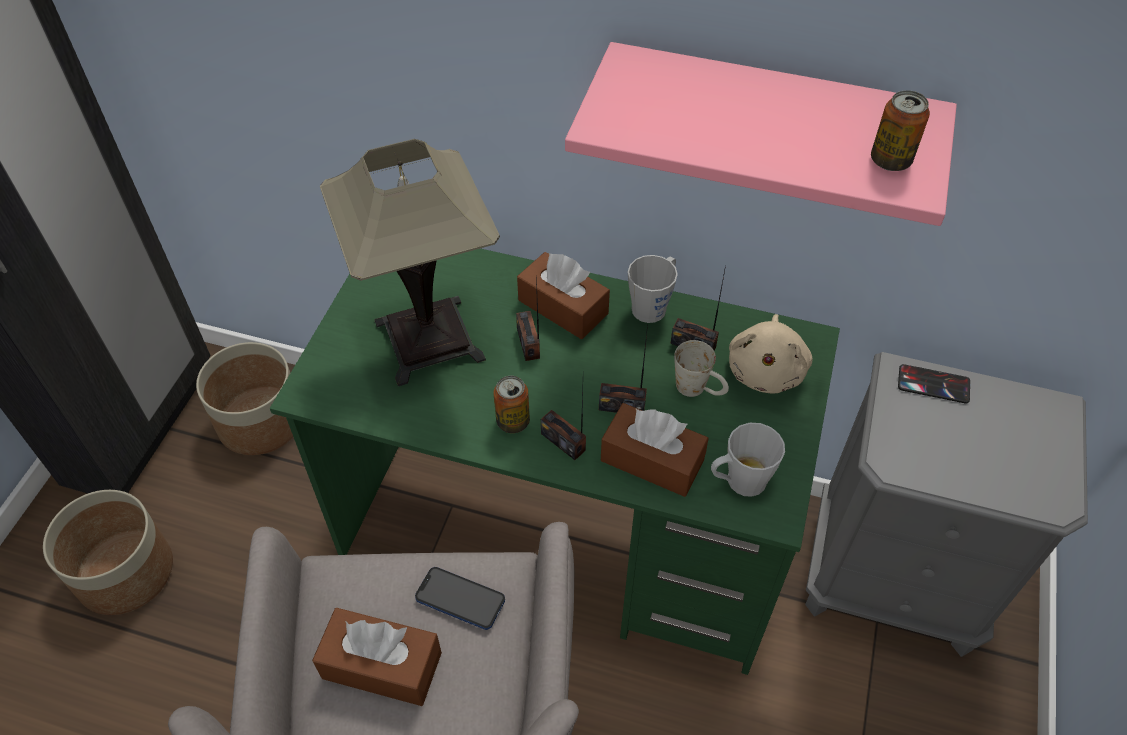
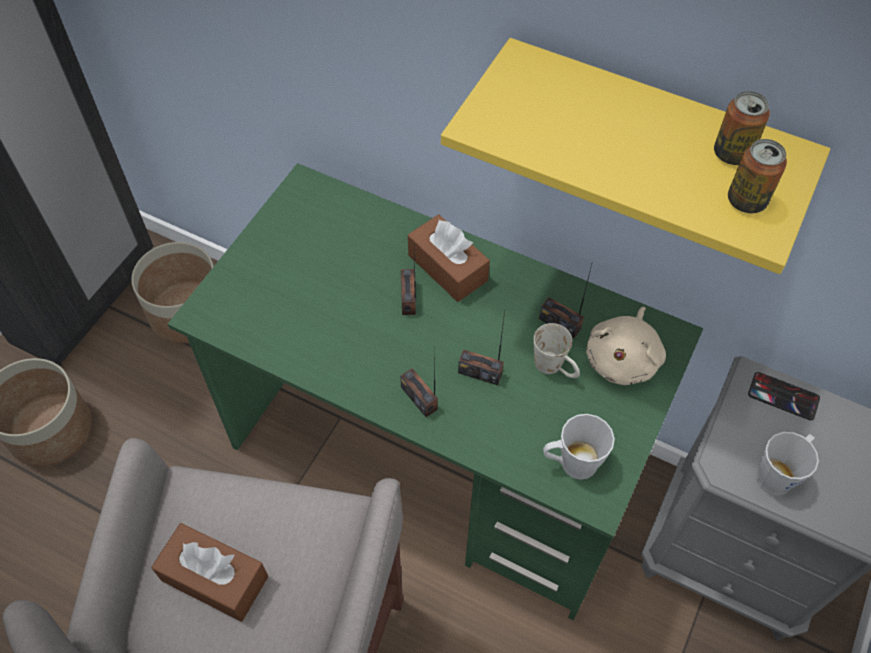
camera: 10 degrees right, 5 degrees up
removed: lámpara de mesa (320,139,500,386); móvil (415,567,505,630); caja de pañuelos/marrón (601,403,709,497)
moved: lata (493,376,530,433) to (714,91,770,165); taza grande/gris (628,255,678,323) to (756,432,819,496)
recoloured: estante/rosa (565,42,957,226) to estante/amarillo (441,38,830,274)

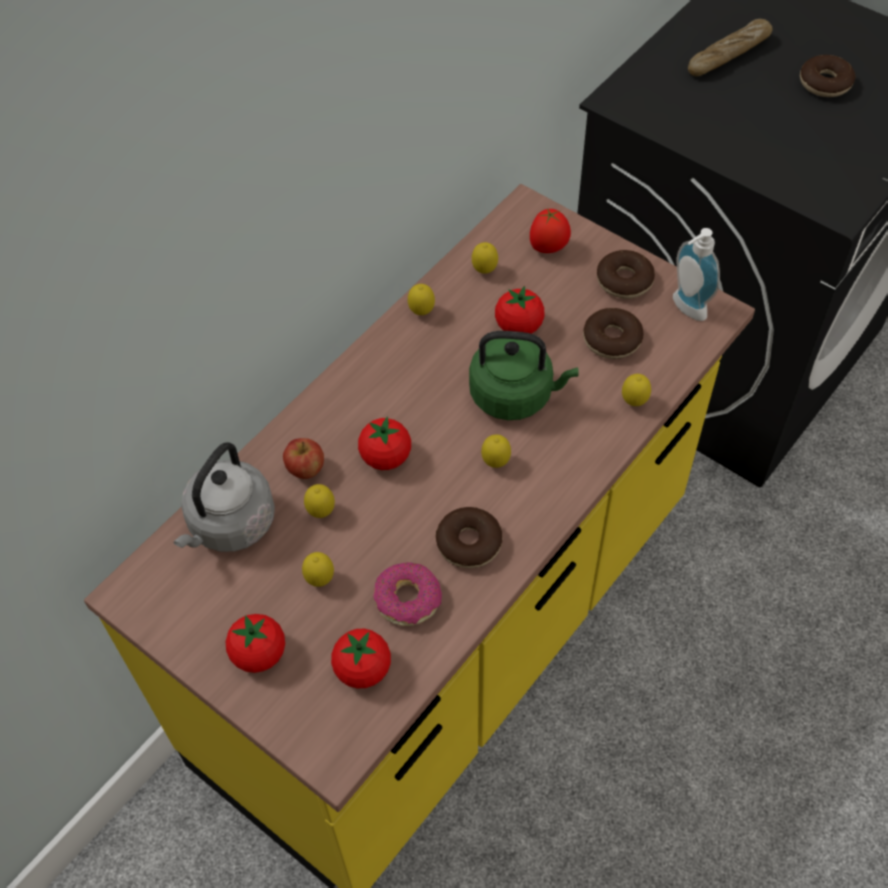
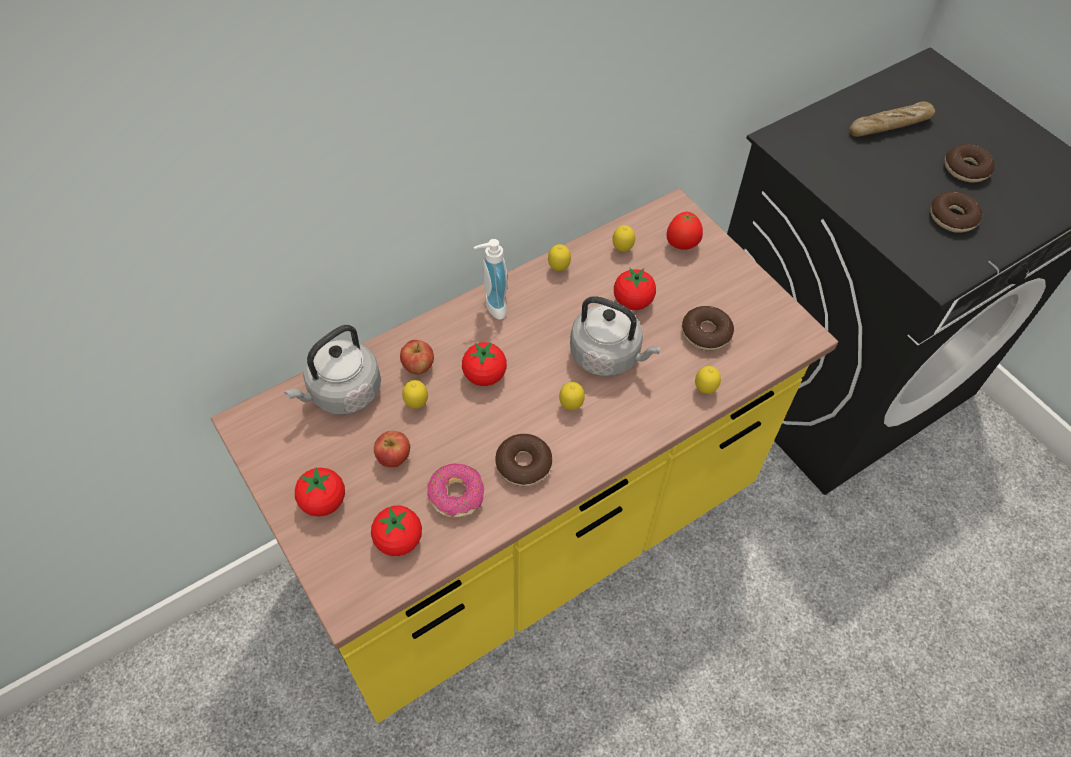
camera: 15 degrees right, 0 degrees up
moved: rosquilla (597,250,655,299) to (930,192,982,233); dispensador de jabón (673,228,720,321) to (474,239,507,319)
replaced: limón (302,552,334,587) to manzana (374,431,410,467)
recoloured: hervidor/verde (469,331,579,420) to hervidor/gris (570,296,661,377)

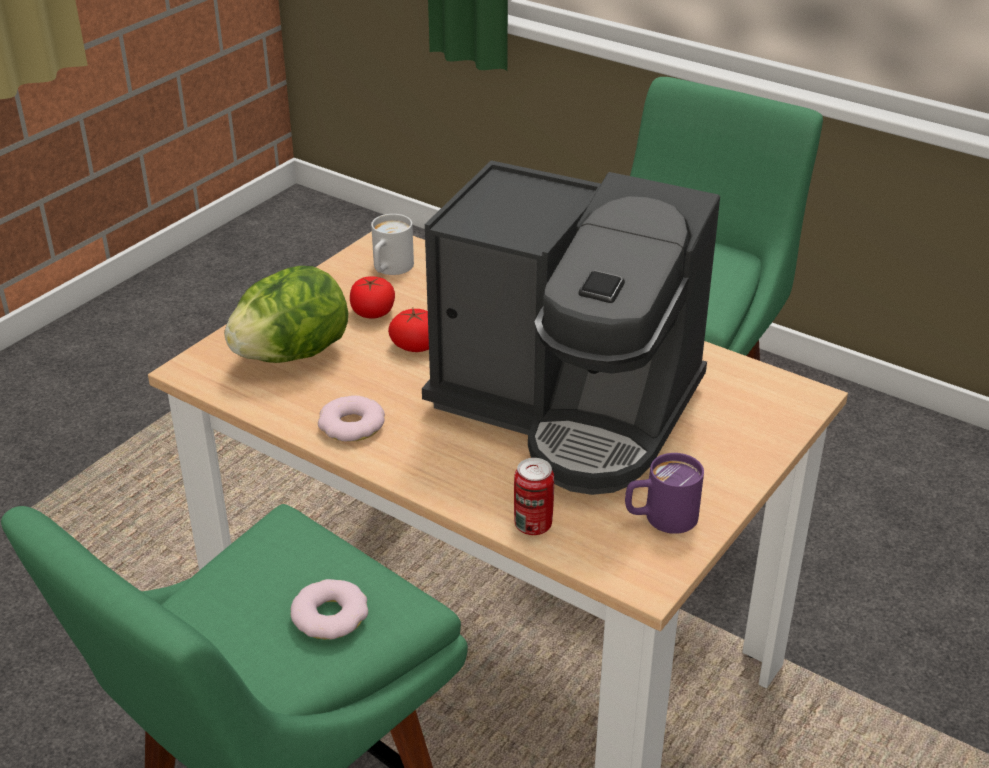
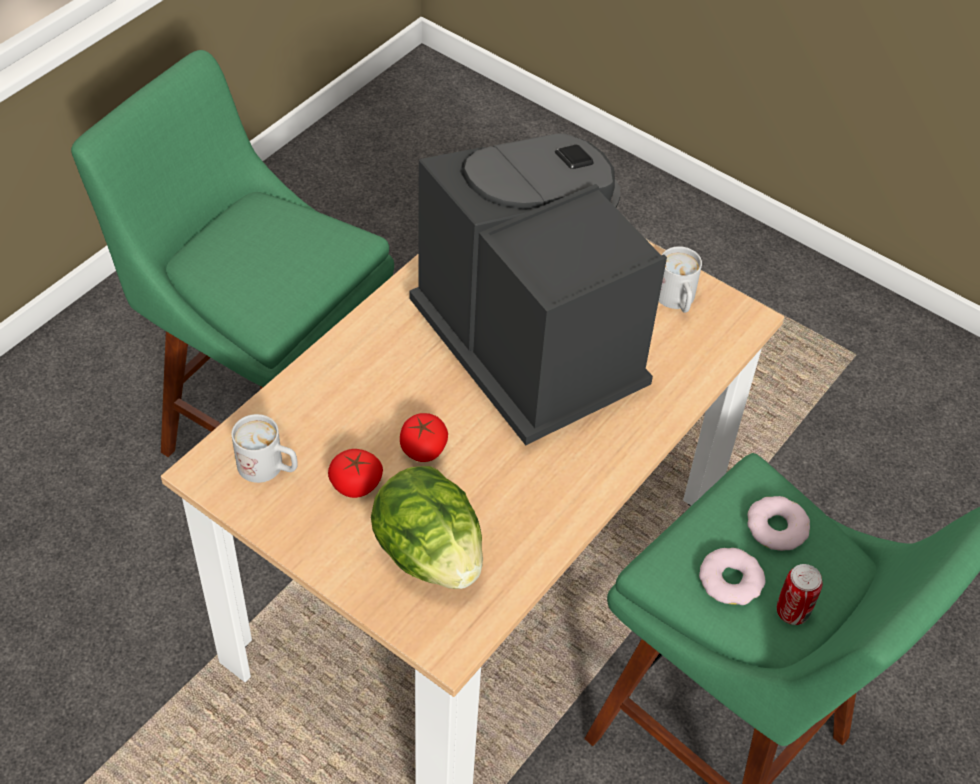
camera: 90 degrees left, 15 degrees up
moved: rosquilla (318,395,385,442) to (699,548,765,605); lata (514,458,554,535) to (777,564,822,625)
recoloured: taza grande/morado (625,453,704,534) to taza grande/blanco (659,246,702,313)
turned: cafetera (422,160,720,495) = (409,133,667,445) 60 degrees counterclockwise

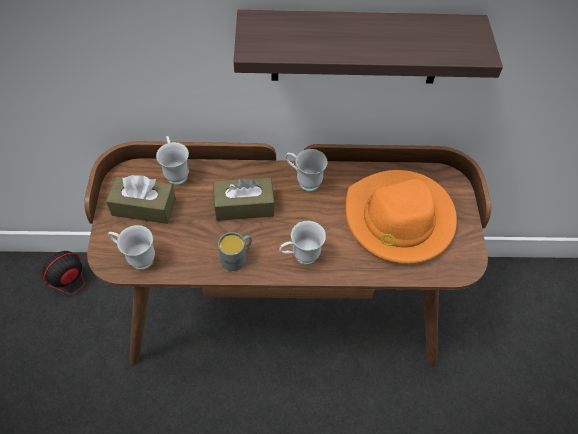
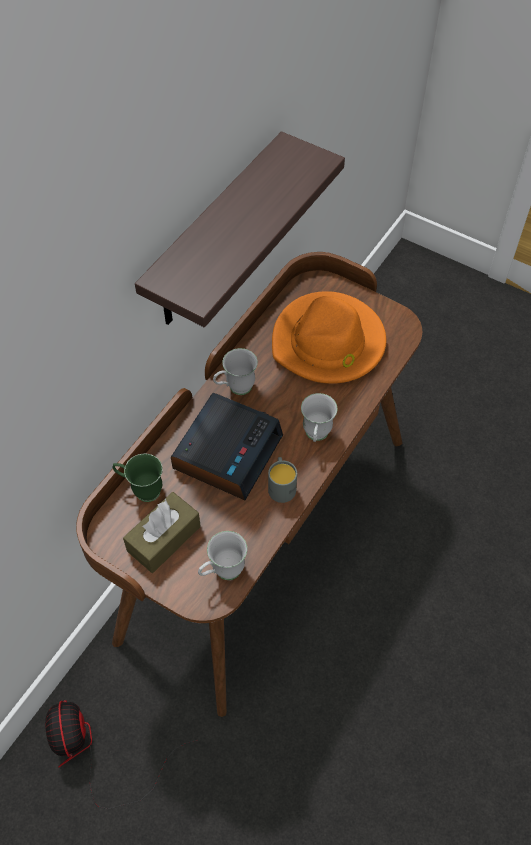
camera: 55 degrees left, 0 degrees up
replaced: caja de pañuelos/marrón (213,177,274,221) to despertador (171,393,283,500)
recoloured: taza grande/blanco (156,136,189,185) to taza grande/verde (113,454,163,502)

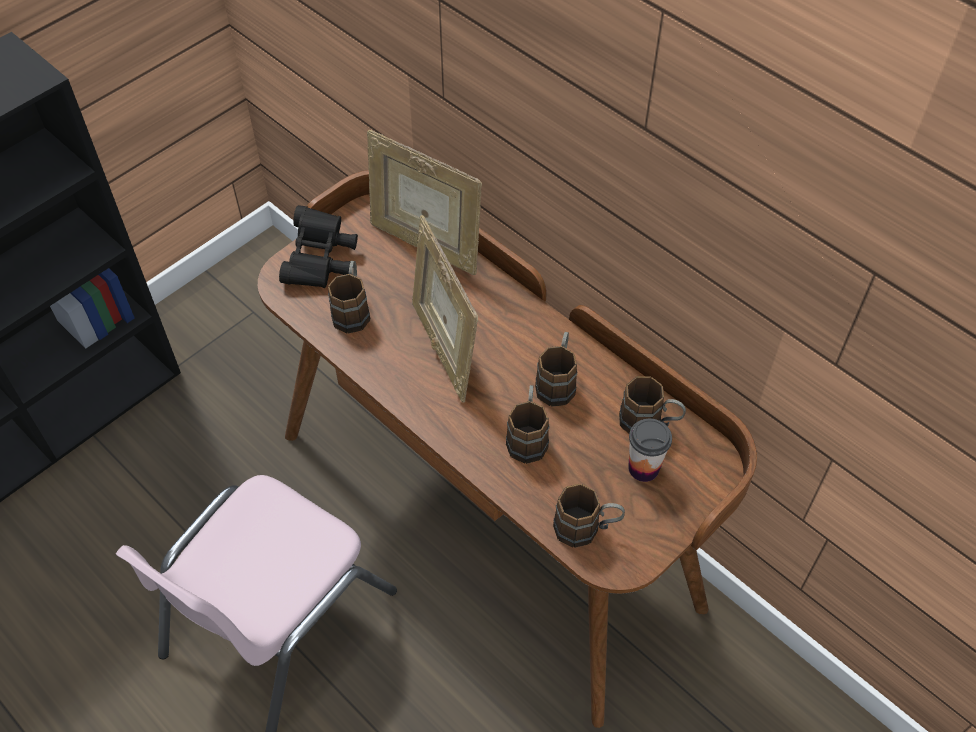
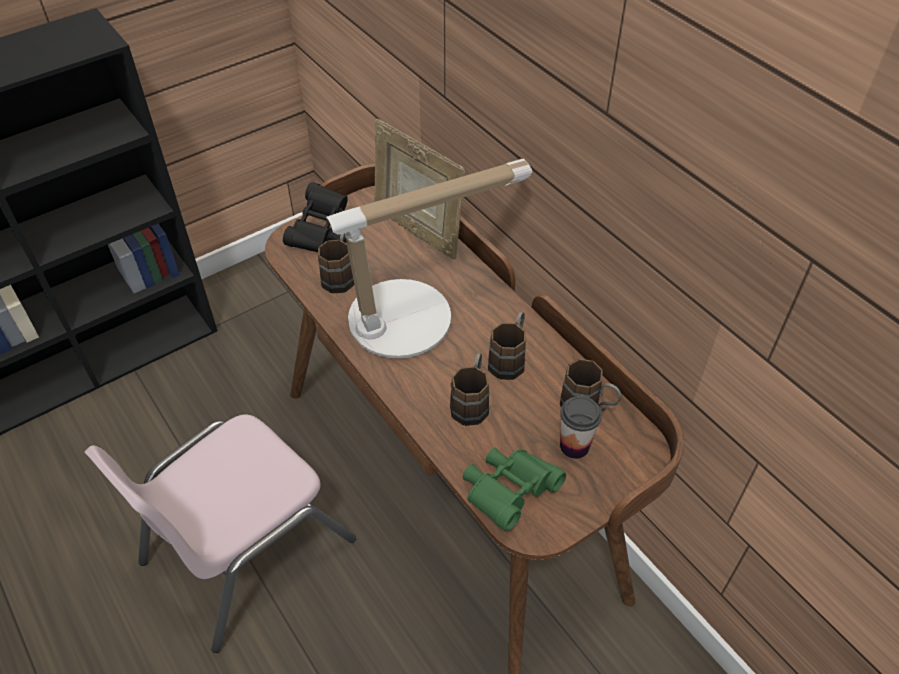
camera: 10 degrees right, 5 degrees down
replaced: portarretratos (412,215,478,403) to lámpara de mesa (326,158,532,358); taza grande/marrón (553,484,625,548) to prismáticos/verde (463,448,566,531)

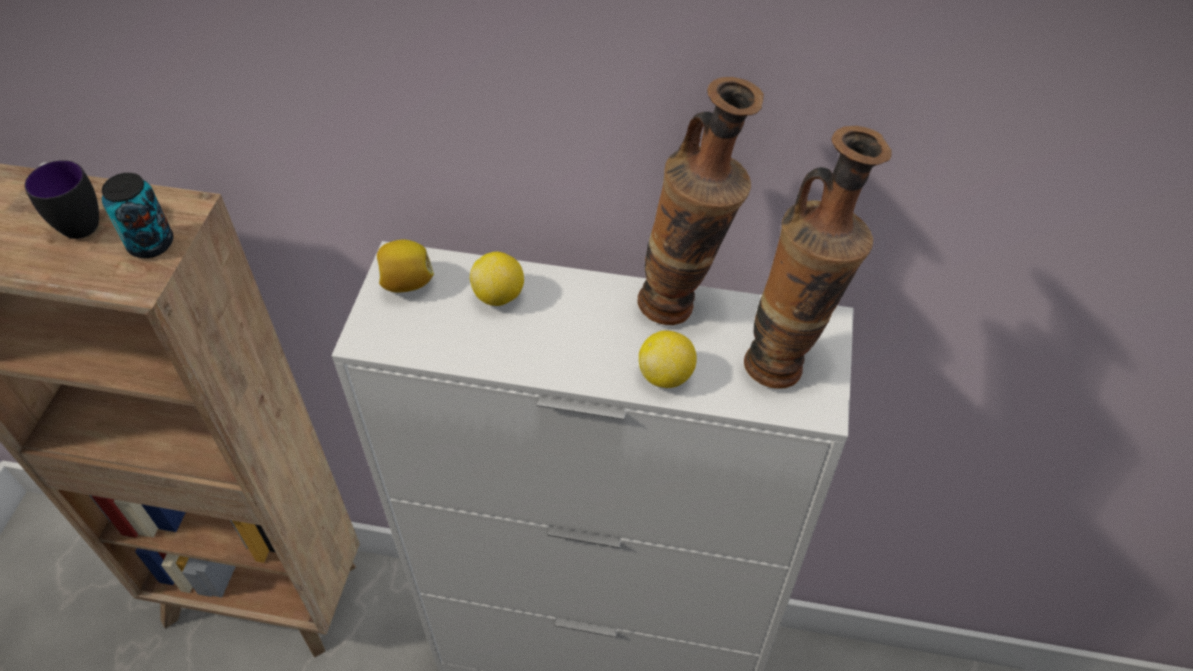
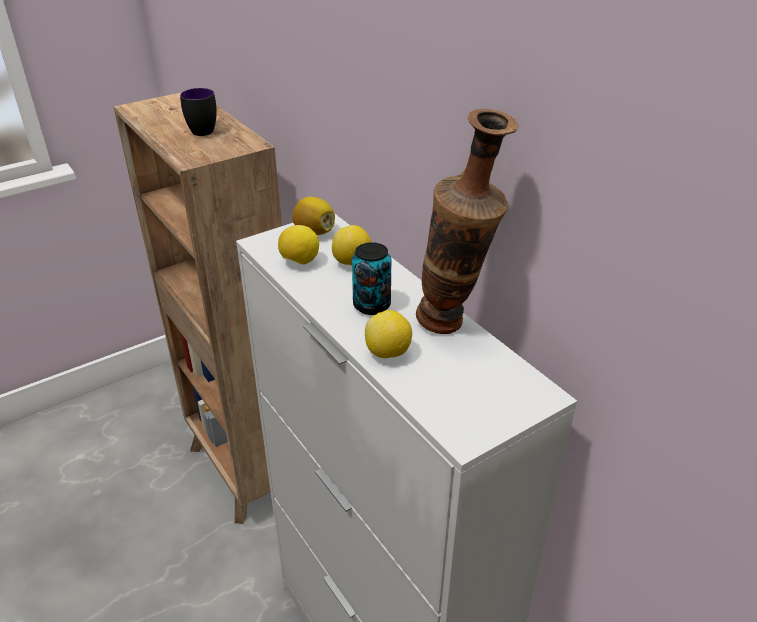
camera: 45 degrees right, 15 degrees down
removed: florero (744,126,891,389)
added: limón (278,225,319,265)
moved: lata (102,173,173,258) to (352,242,391,315)

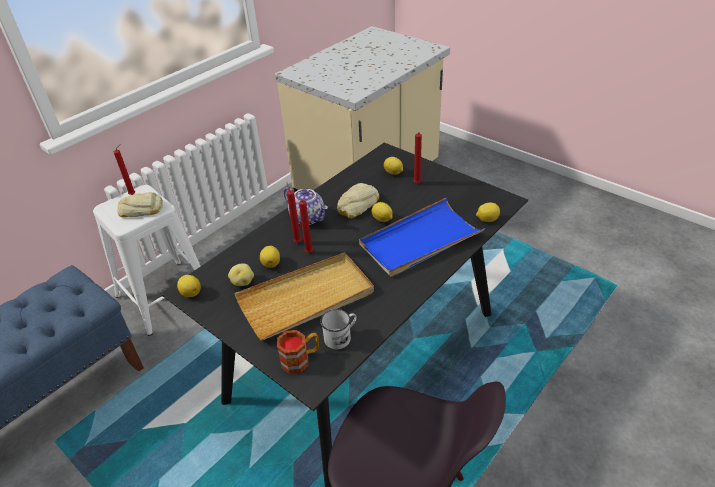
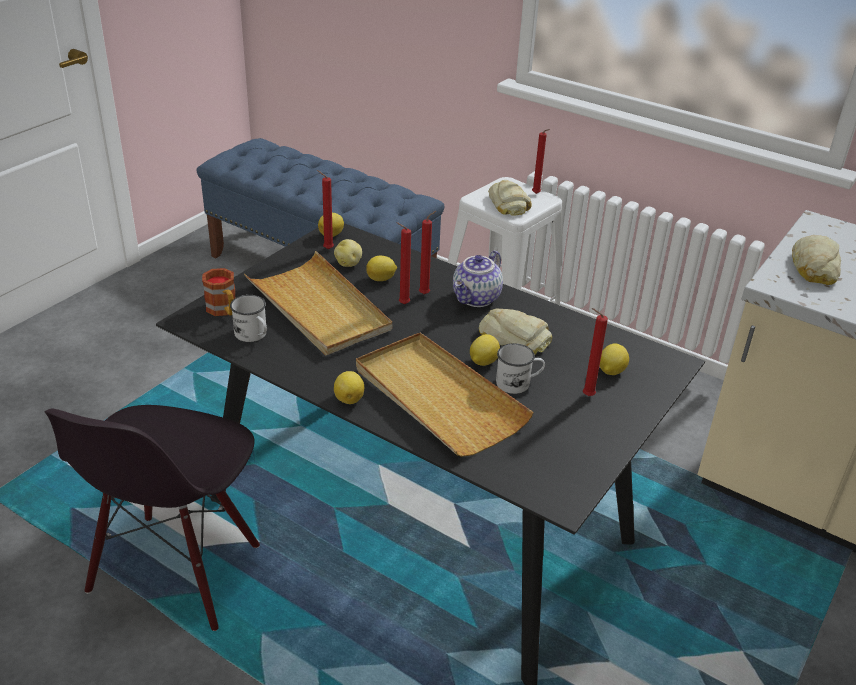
camera: 80 degrees right, 5 degrees down
added: vela/rojo (317,170,334,249); taza grande/blanco (496,343,545,394); pan (792,235,841,285)
moved: limón (476,203,500,222) to (334,371,364,404)
recoloured: bandeja/azul (359,198,486,277) to bandeja/beis (356,333,534,457)

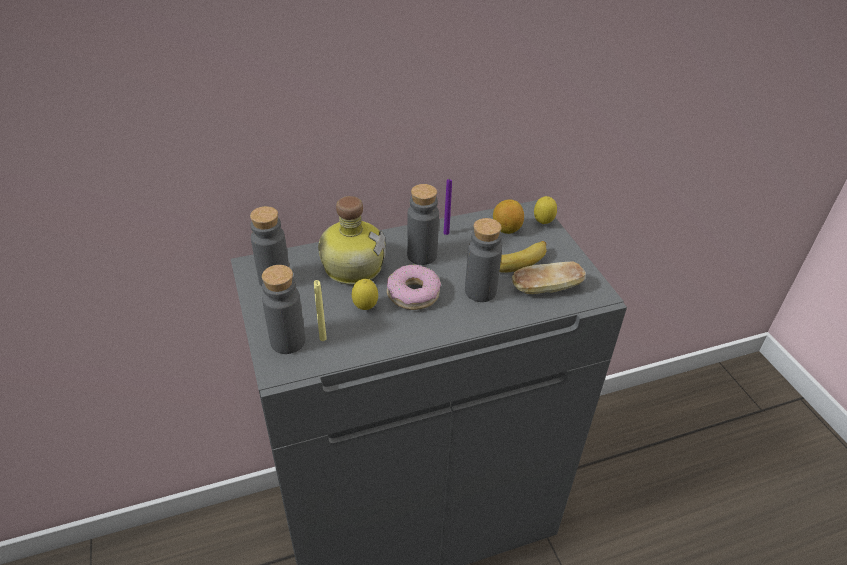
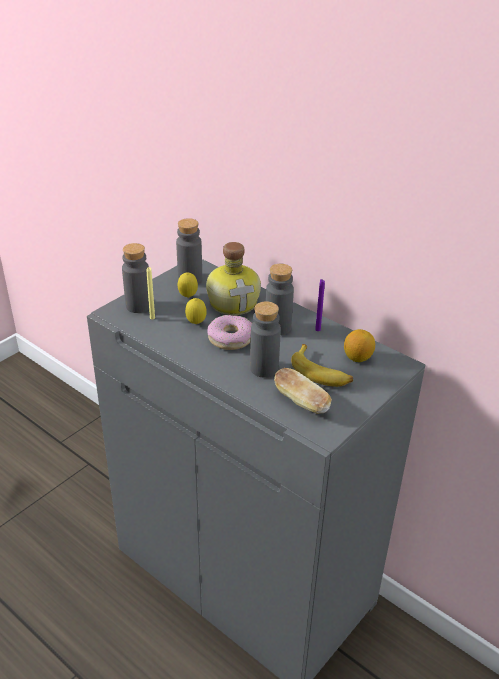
camera: 60 degrees right, 5 degrees down
moved: limón (534,196,557,224) to (178,272,198,298)

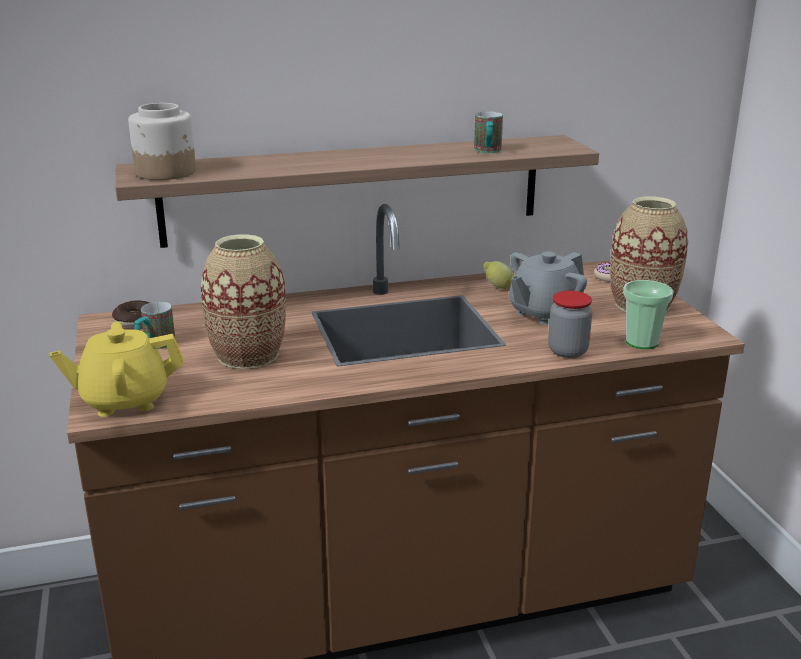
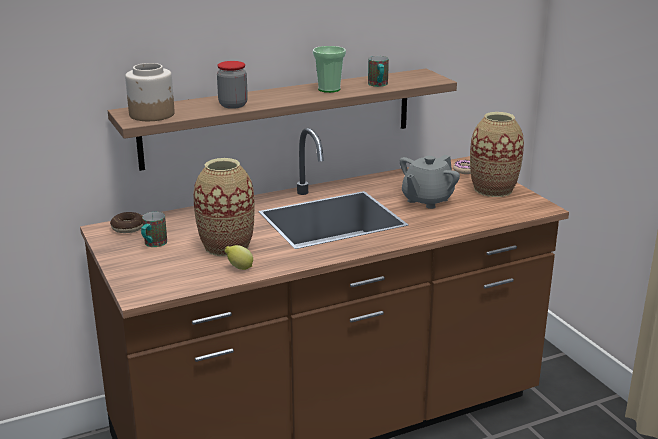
camera: 10 degrees left, 0 degrees up
removed: tetera/amarillo (50,322,184,417)
moved: limón (483,261,514,289) to (225,245,253,270); tarro (548,291,592,358) to (217,61,248,109); taza (623,280,674,349) to (313,46,346,93)

